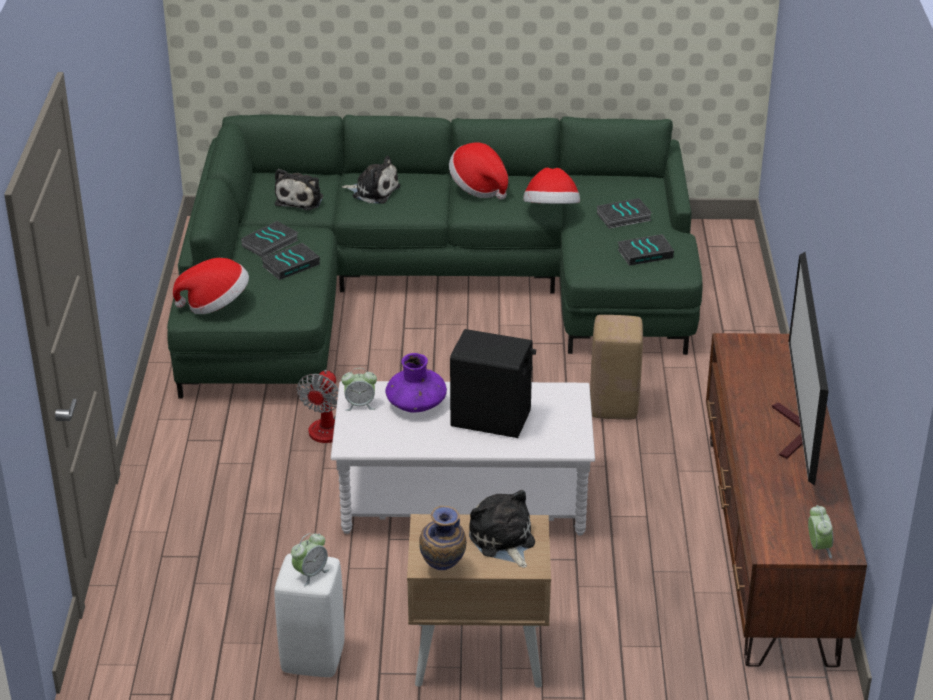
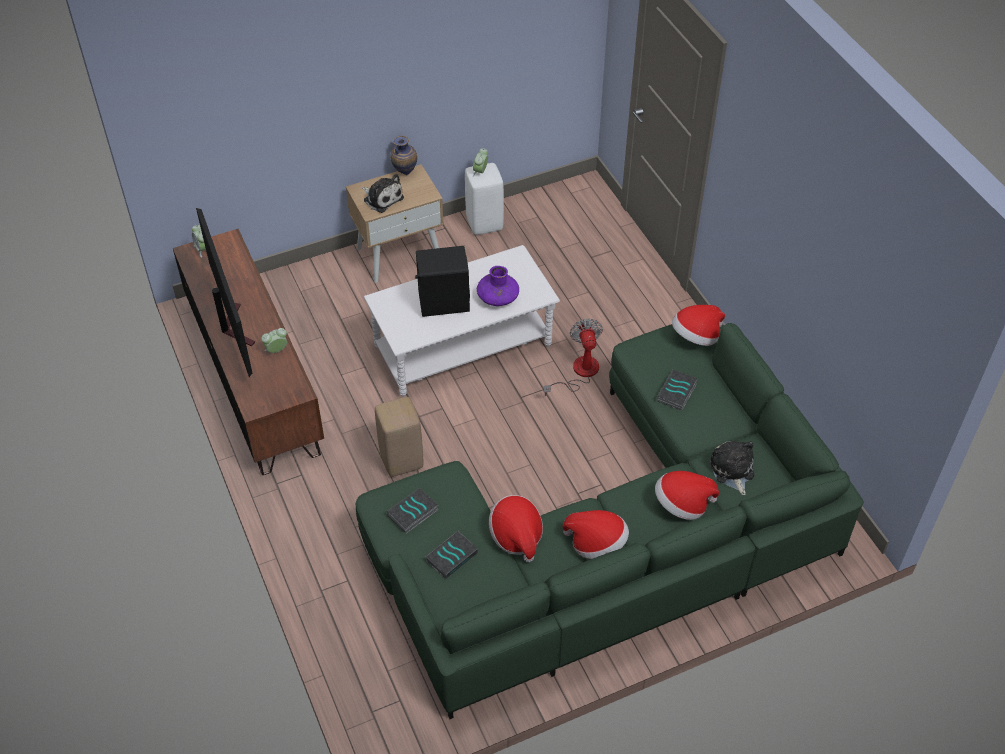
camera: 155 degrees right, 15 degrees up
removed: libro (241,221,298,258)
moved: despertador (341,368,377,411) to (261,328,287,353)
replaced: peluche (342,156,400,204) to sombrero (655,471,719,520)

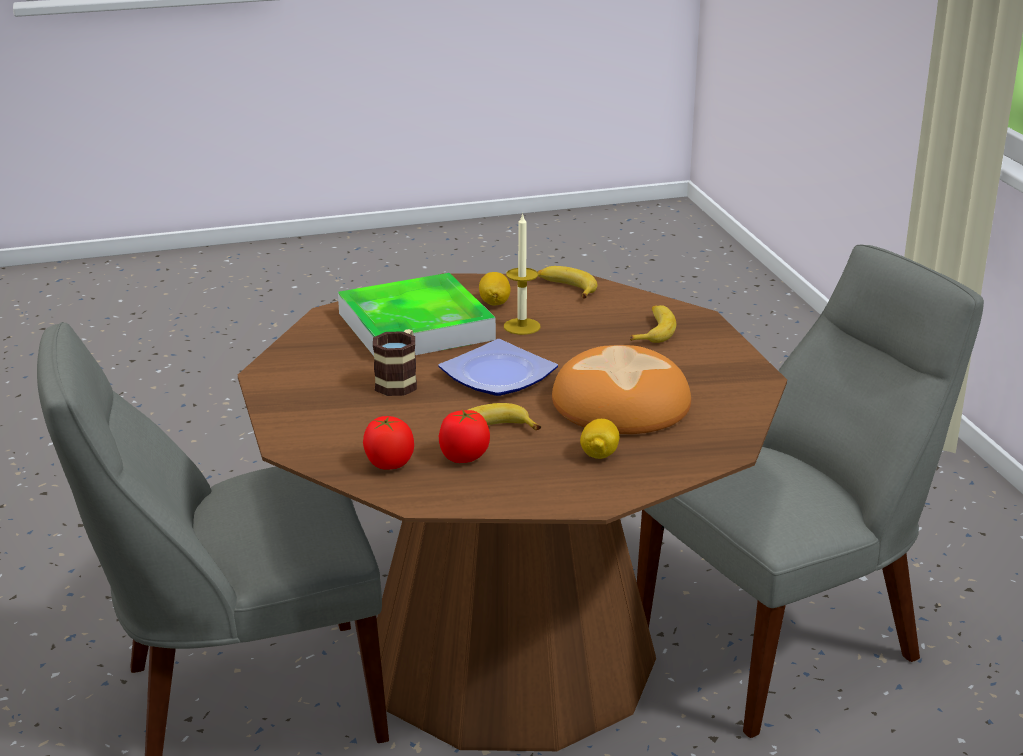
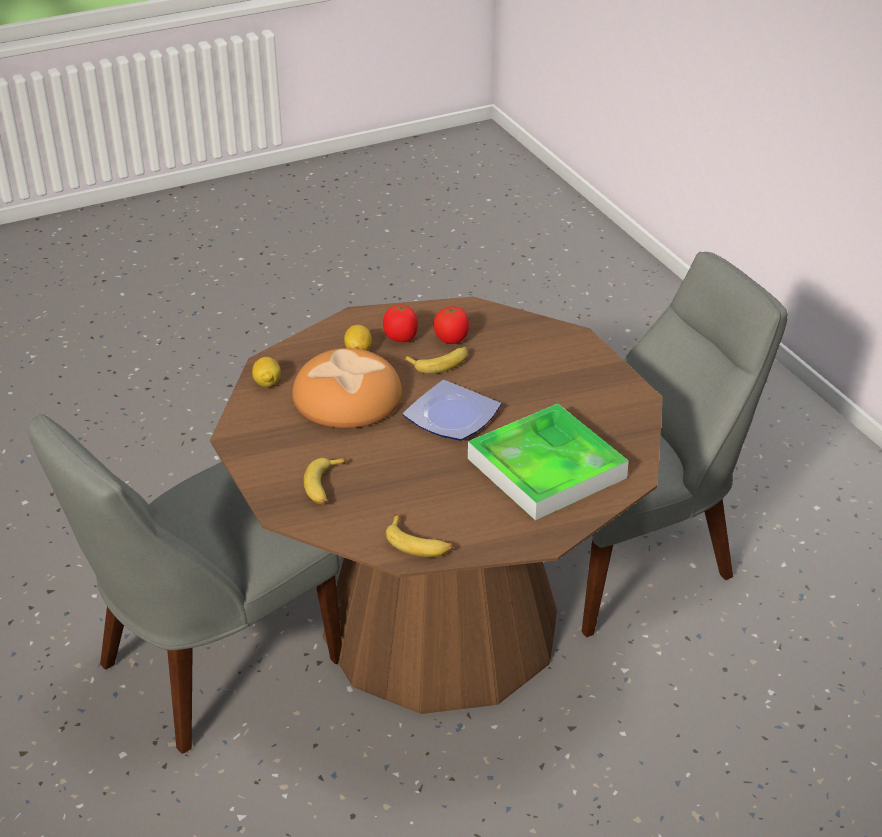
camera: 170 degrees right, 10 degrees up
removed: taza grande (373,329,417,396); vela (504,213,541,335)
moved: tomate (363,416,414,470) to (383,304,418,342); limón (479,272,510,305) to (252,357,281,387)

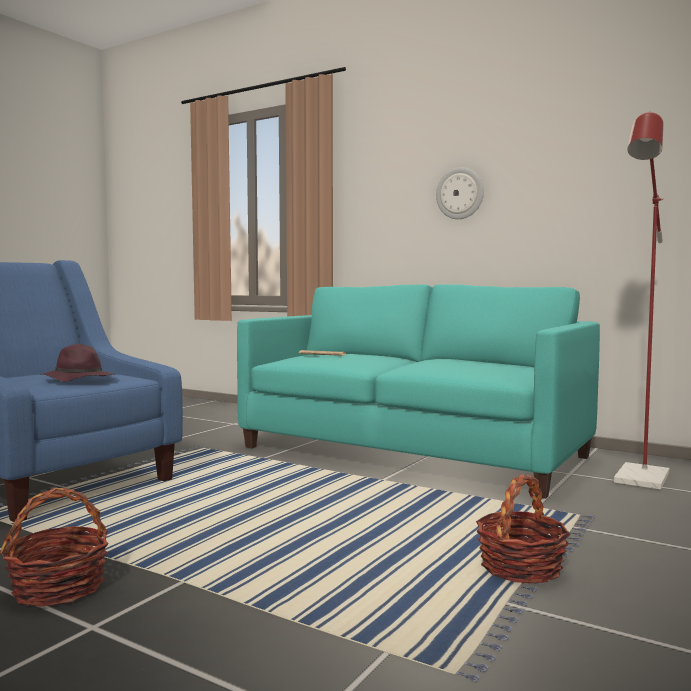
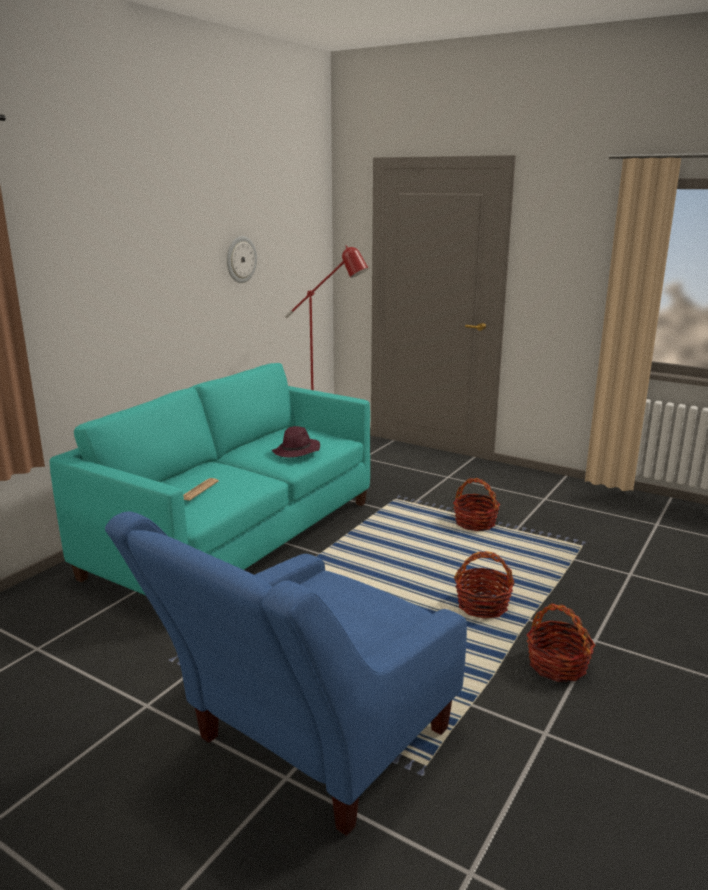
camera: 90 degrees left, 15 degrees up
added: cesta (454,551,515,619)
moved: sombrero/morado (40,344,115,382) to (272,426,320,458); reloj de pared (436,167,484,219) to (227,236,257,283)

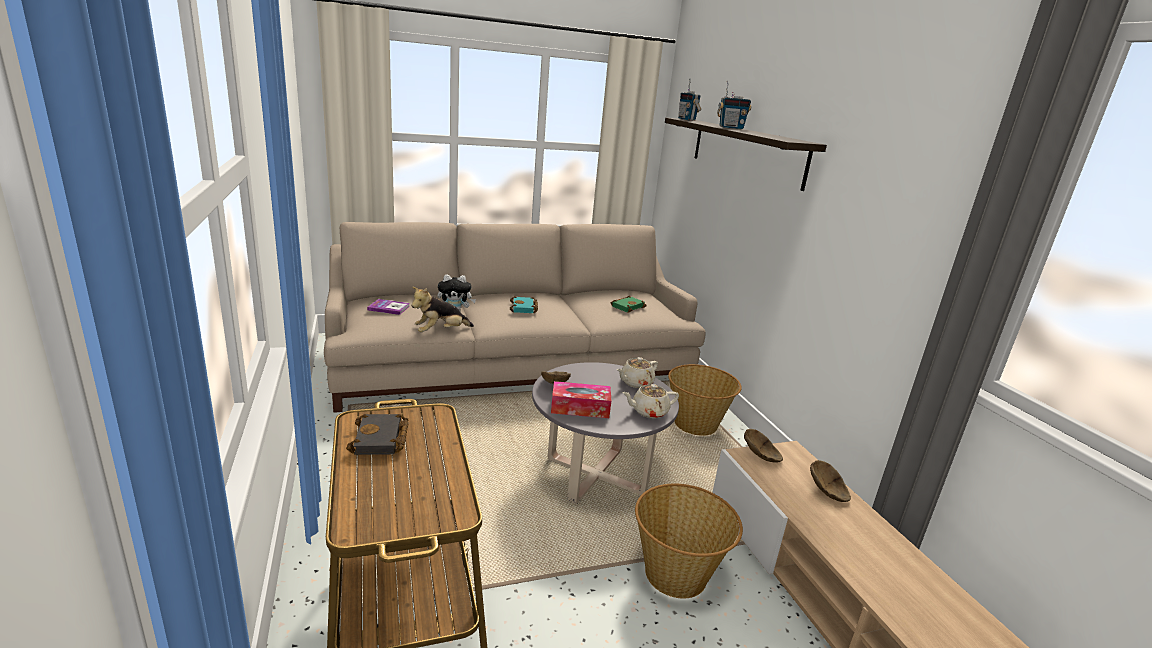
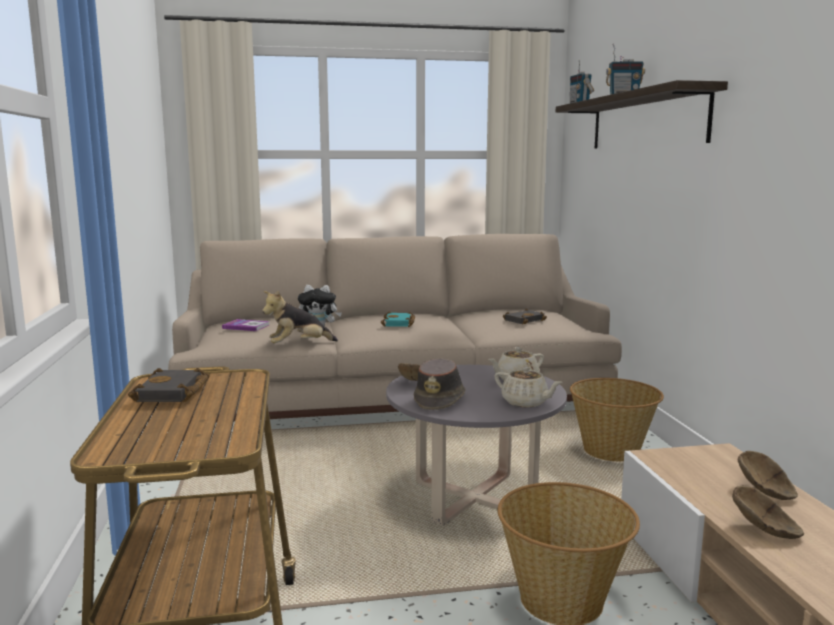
camera: 10 degrees right, 10 degrees down
moved: cuenco/marrón (744,429,783,463) to (732,486,804,539)
replaced: caja de pañuelos (551,381,611,418) to sombrero/marrón (414,358,465,410)
recoloured: libro/verde (610,296,647,313) to libro/negro (503,309,547,325)
turned: tetera/beis (622,384,679,418) = (495,366,563,407) 135 degrees counterclockwise

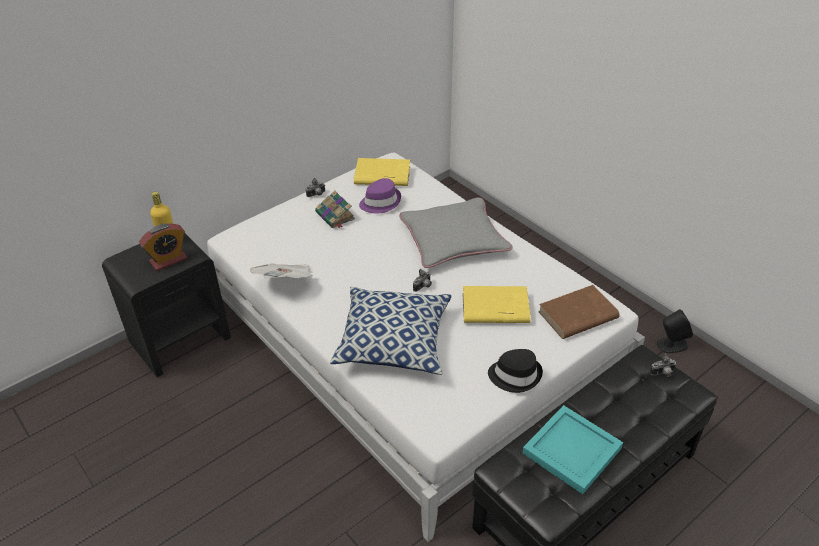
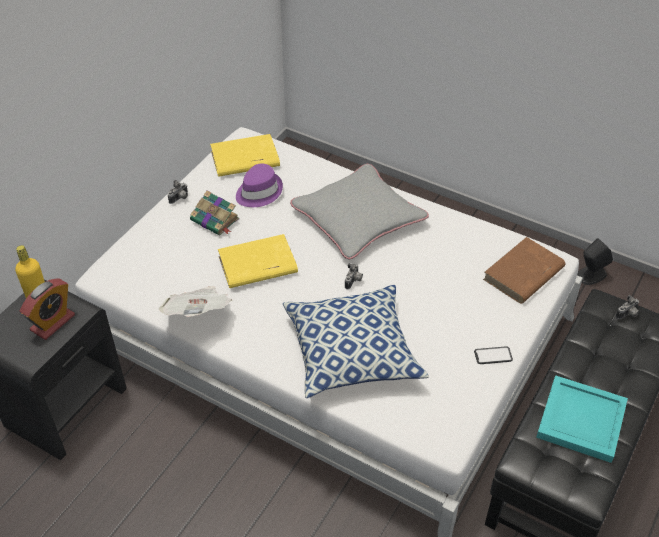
camera: 20 degrees left, 5 degrees up
moved: libro/amarillo (463,286,531,323) to (218,234,298,288)
replaced: sombrero/negro (488,349,543,393) to móvil (474,346,513,364)

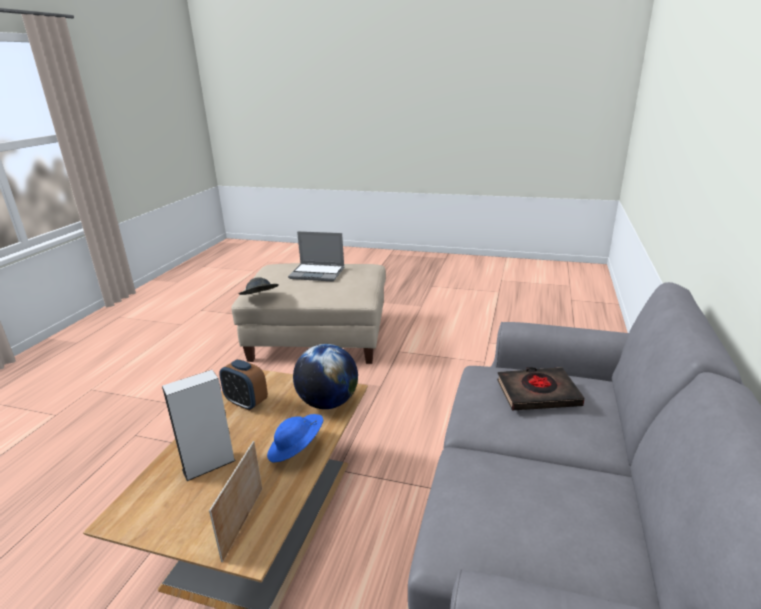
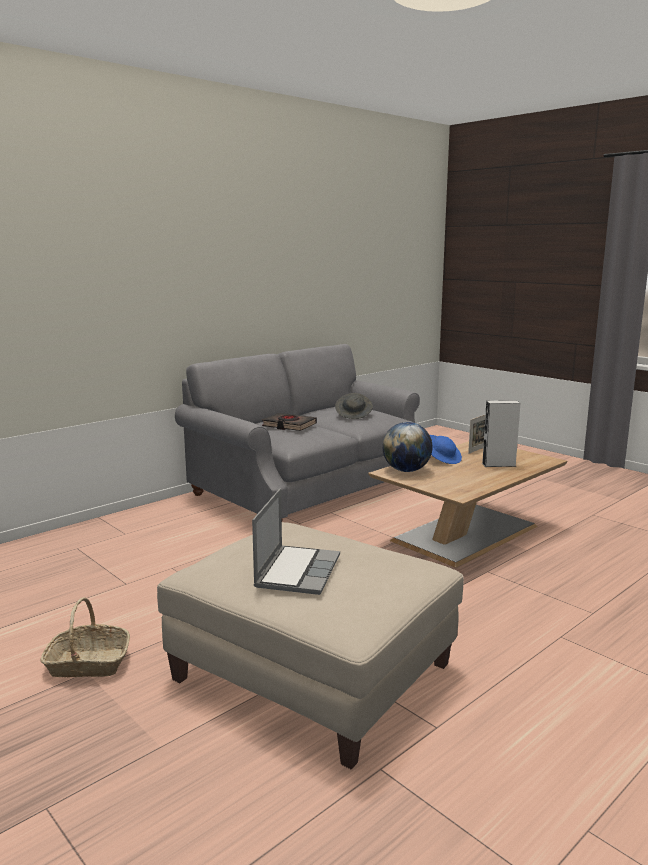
camera: 150 degrees left, 10 degrees down
removed: despertador (219,359,268,411)
added: cesta (41,597,130,677)
moved: sombrero/gris (238,277,279,295) to (335,393,373,419)
turned: portátil (288,231,344,282) = (252,488,340,595) 60 degrees clockwise

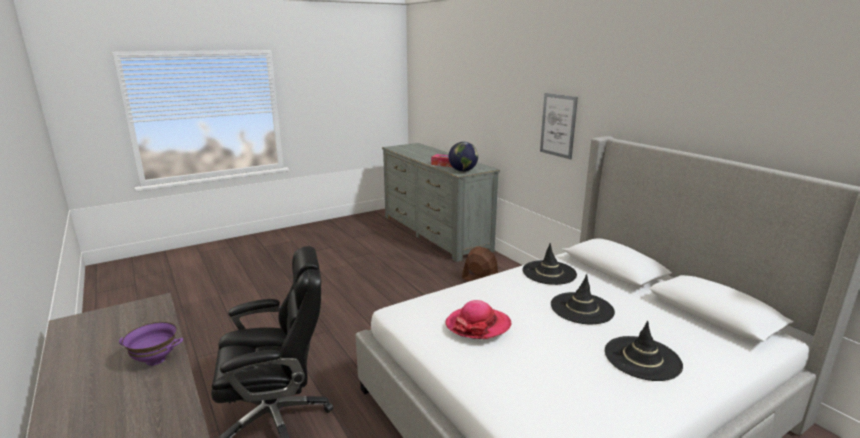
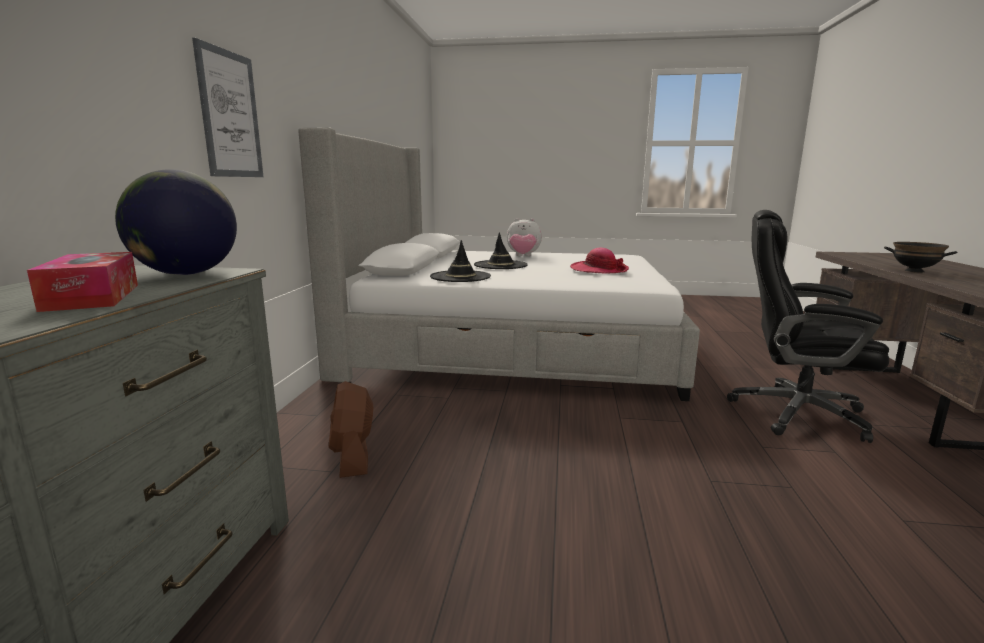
camera: 140 degrees left, 5 degrees down
replaced: sombrero/negro (605,321,683,381) to peluche (507,218,542,256)
recoloured: cuenco/morado (119,322,183,366) to cuenco/negro (884,242,957,272)

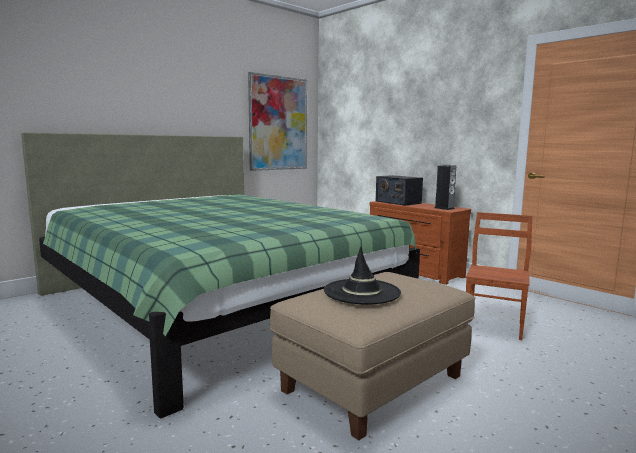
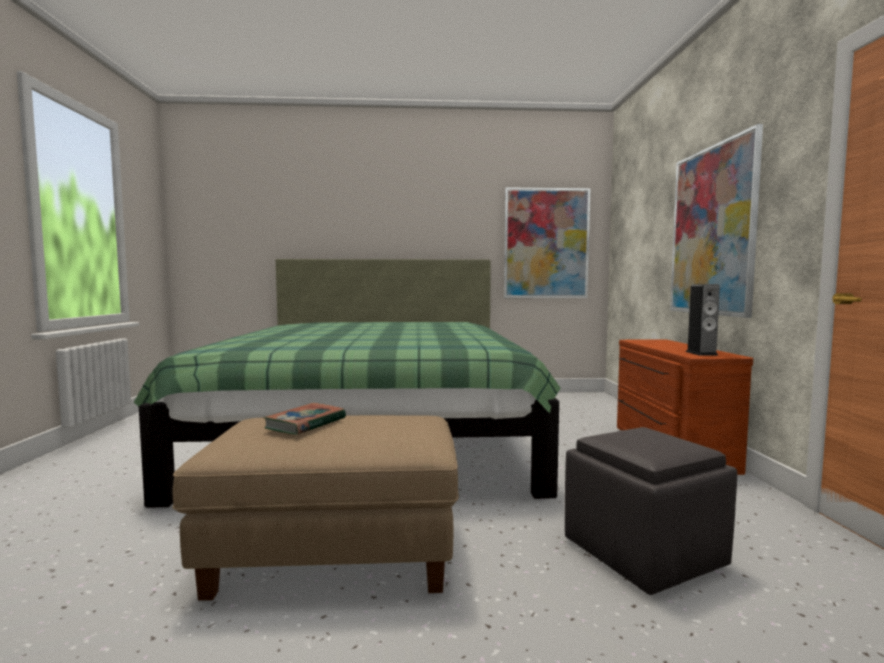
camera: 40 degrees right, 5 degrees down
removed: radio (376,175,423,206)
added: cuadro (670,124,763,318)
replaced: sombrero/negro (324,247,401,305) to libro (263,403,346,435); silla/marrón (466,212,533,340) to puf/gris (565,427,737,595)

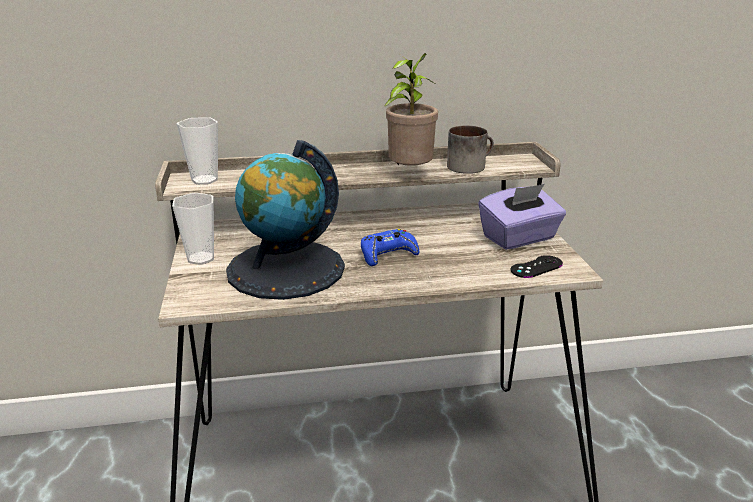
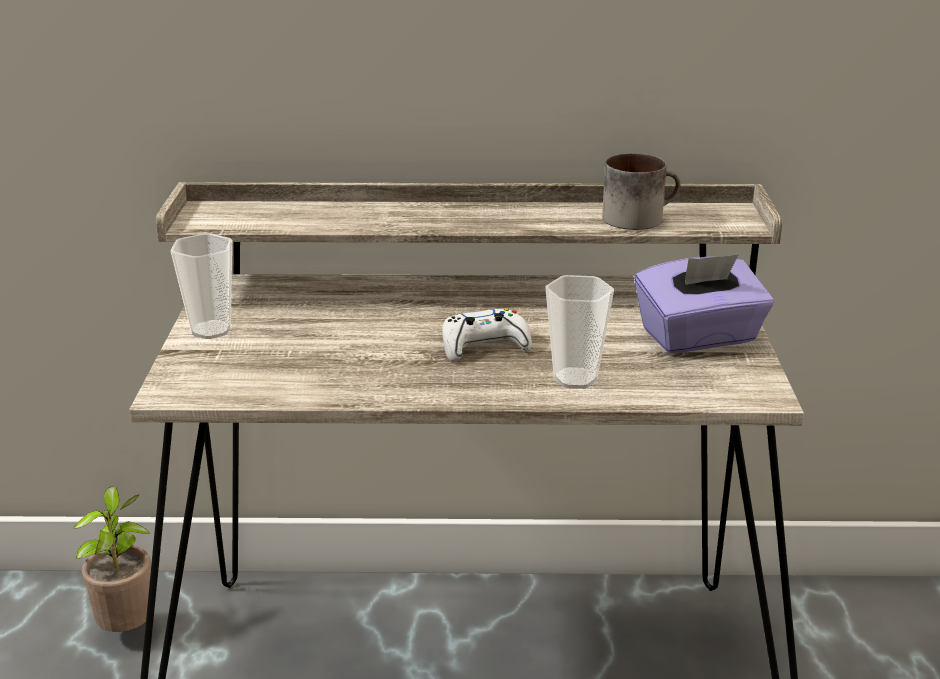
camera: 10 degrees right, 0 degrees up
removed: globo terráqueo (226,140,345,300); mando de consola/negro (511,255,563,278)
moved: taza (177,117,218,185) to (546,275,614,389); planta en maceta (384,53,438,166) to (72,487,151,632)
recoloured: mando de consola/azul (361,229,420,266) to mando de consola/blanco (442,308,532,362)

